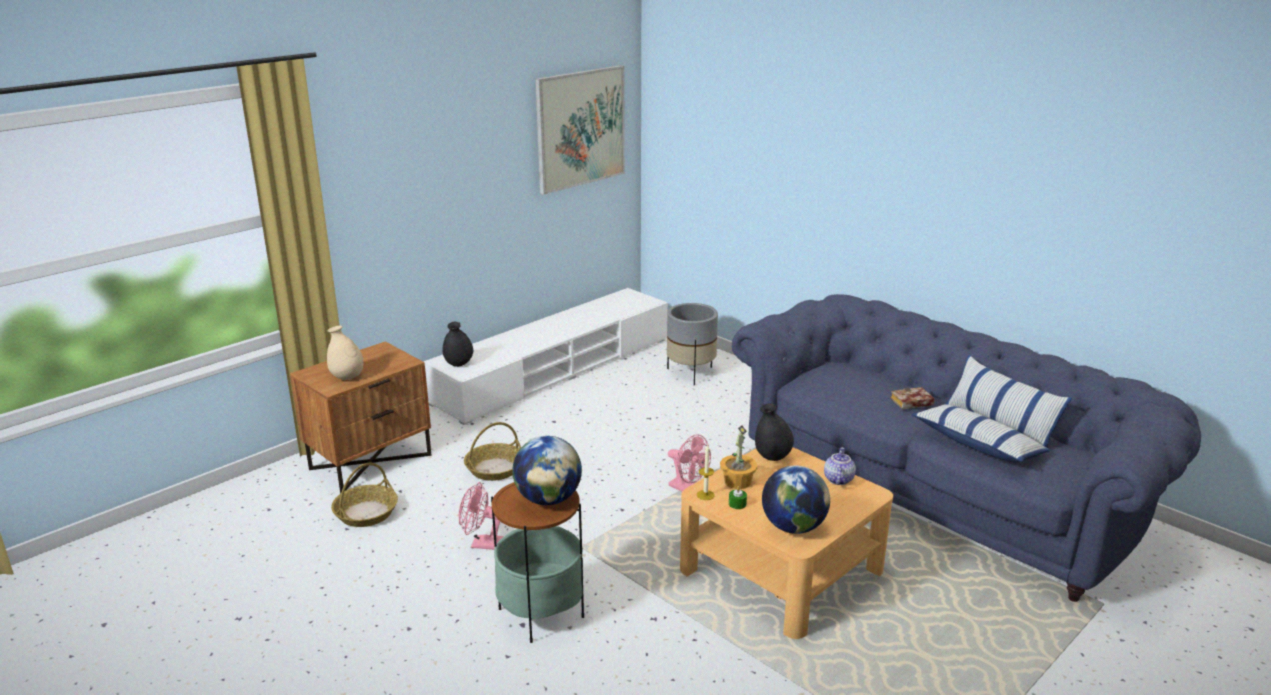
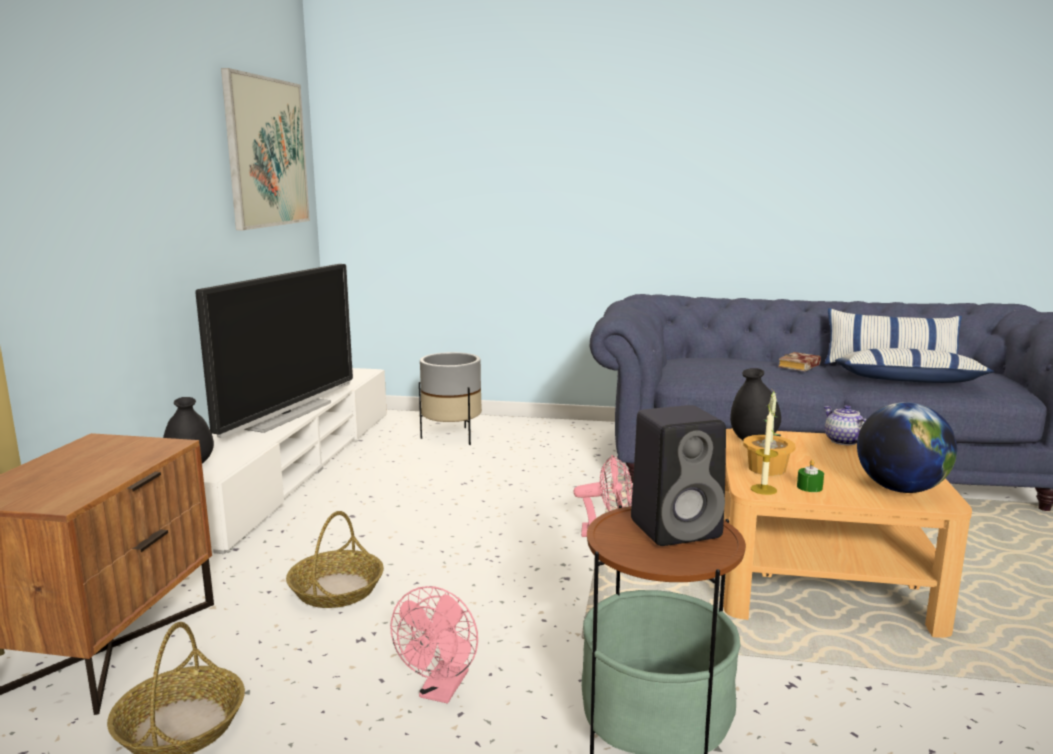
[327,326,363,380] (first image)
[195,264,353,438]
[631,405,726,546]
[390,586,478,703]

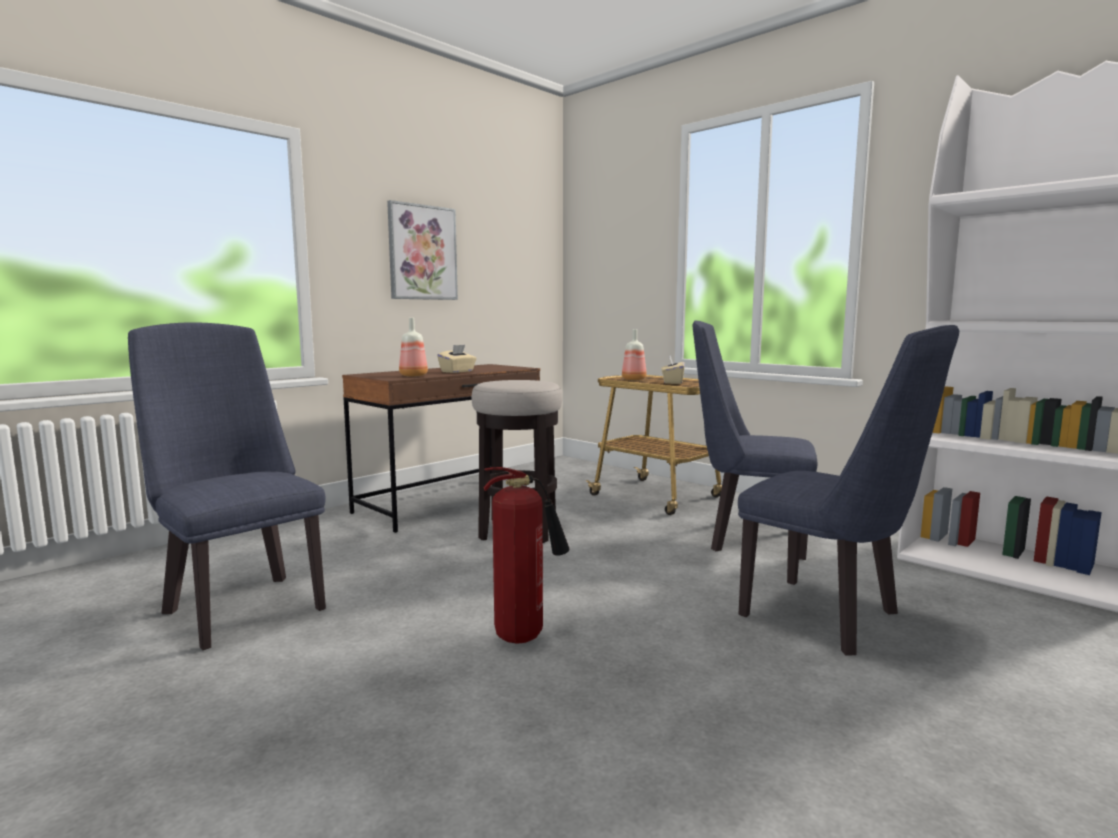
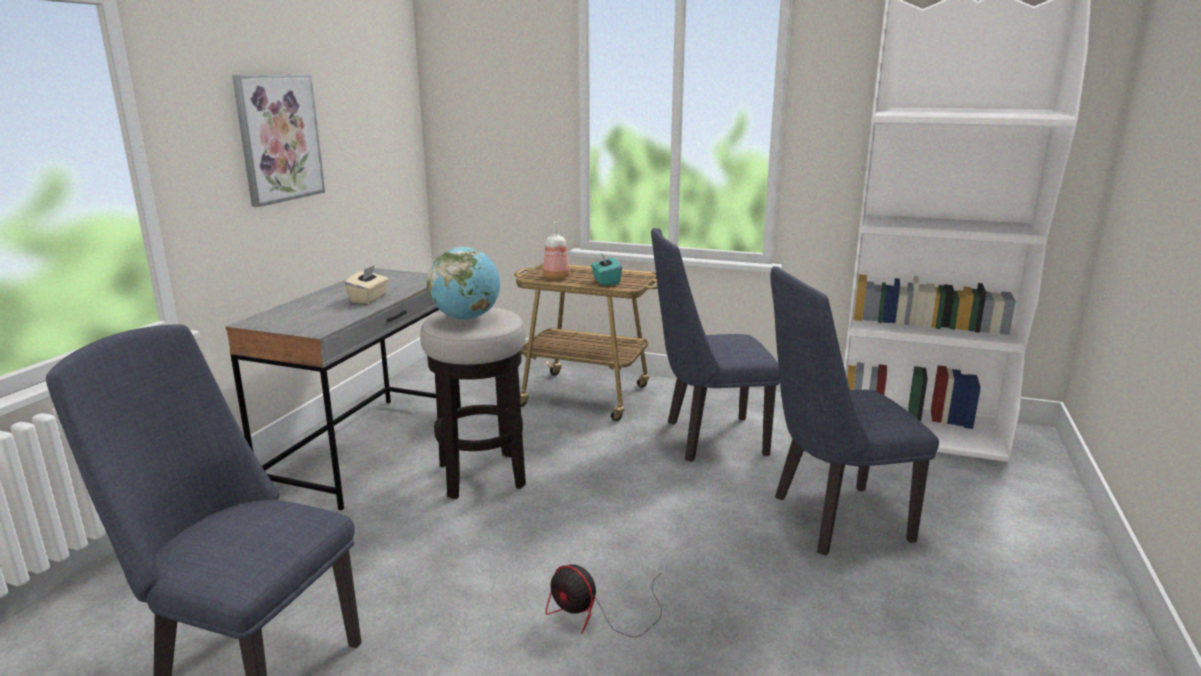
[399,318,428,377] (first image)
[427,247,500,320]
[545,565,662,637]
[226,268,461,511]
[591,253,622,286]
[770,266,939,556]

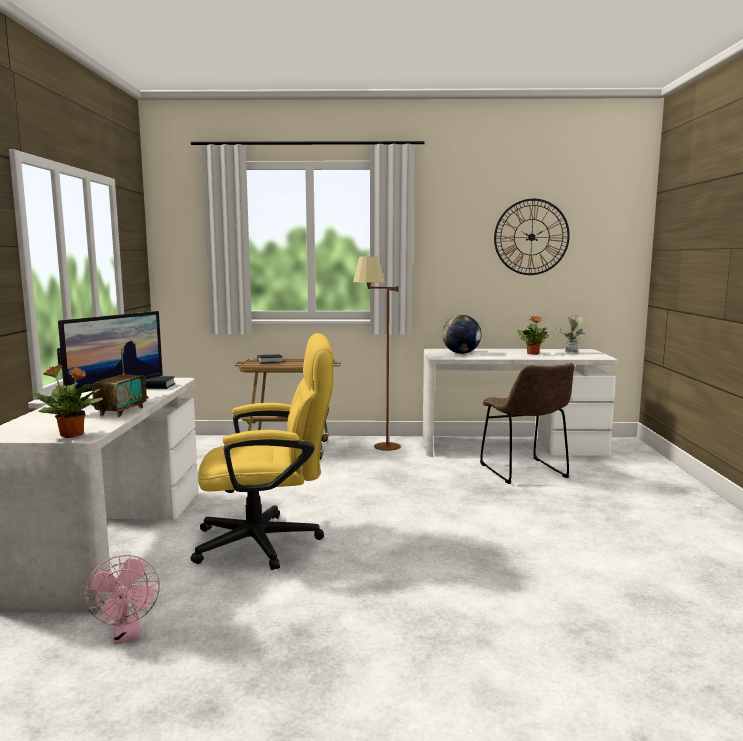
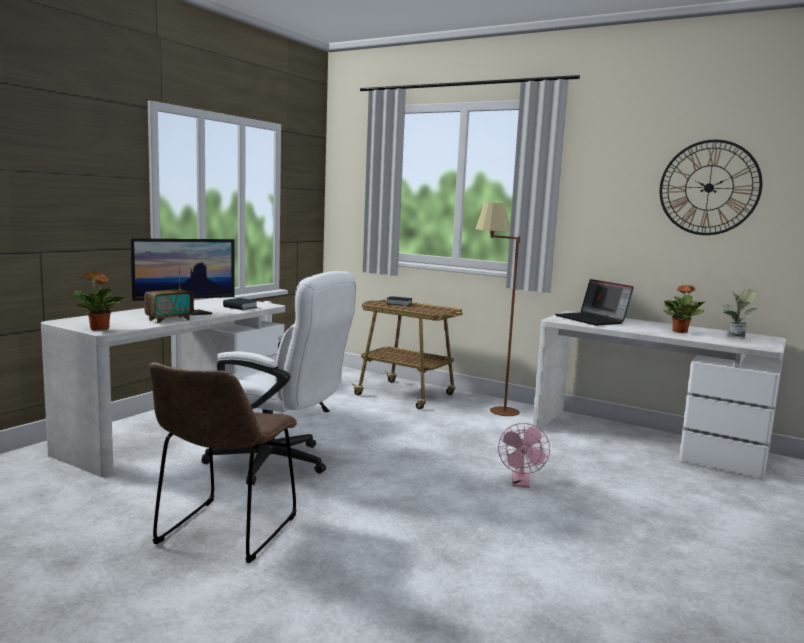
[498,423,550,488]
[149,362,297,563]
[555,279,634,326]
[202,271,356,485]

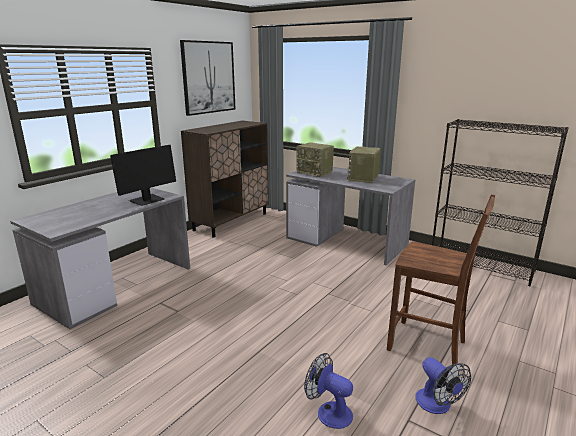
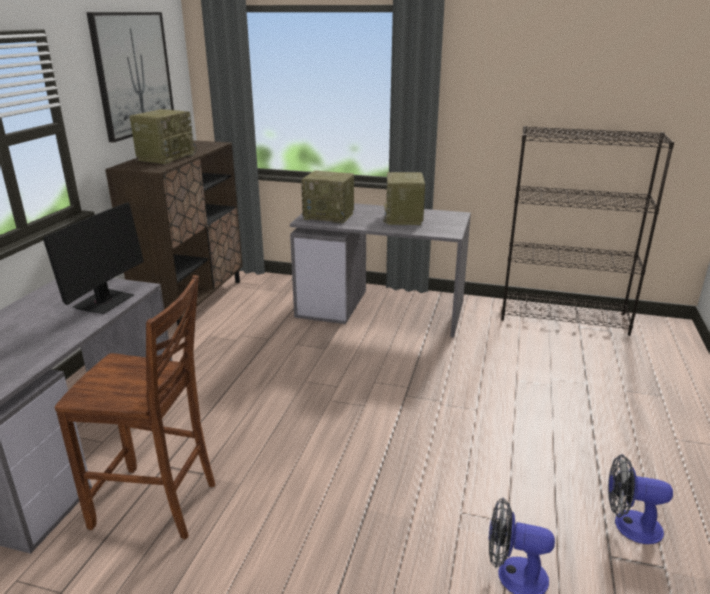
[130,109,197,164]
[55,275,215,540]
[608,454,673,544]

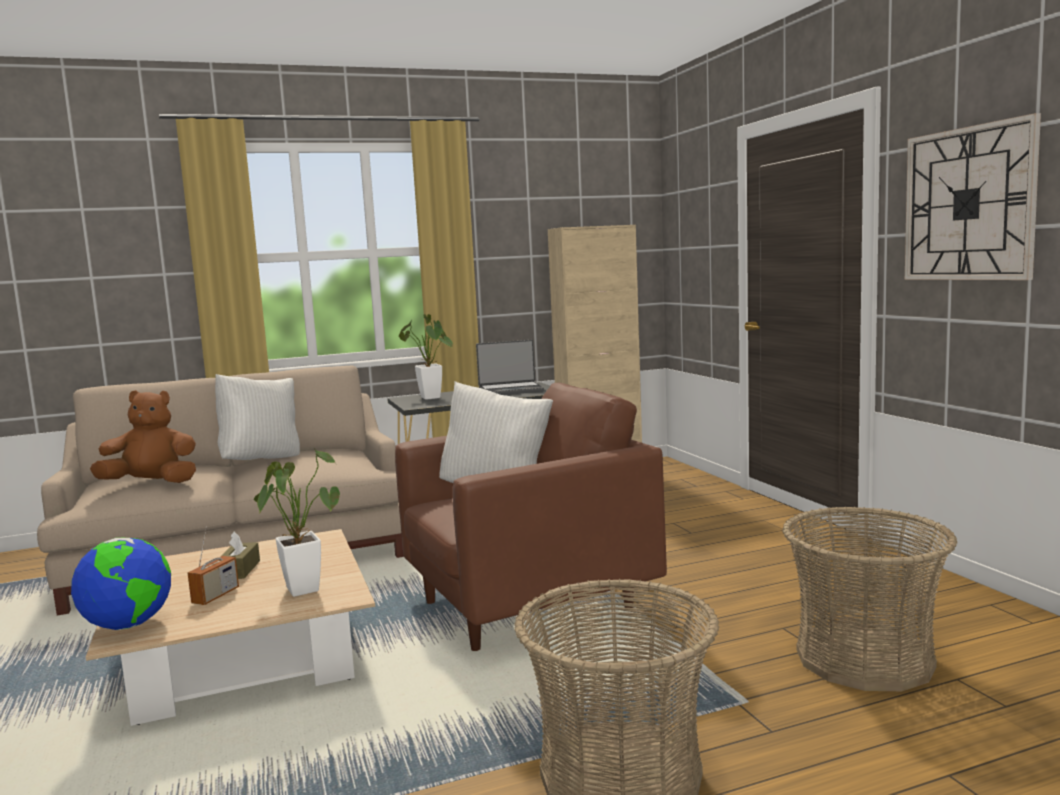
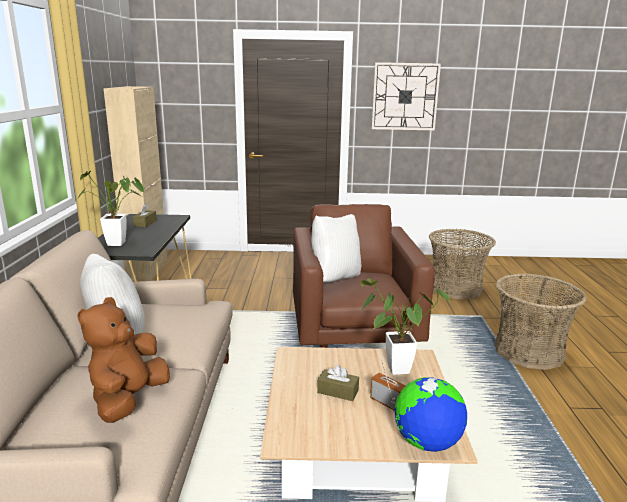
[133,204,157,227]

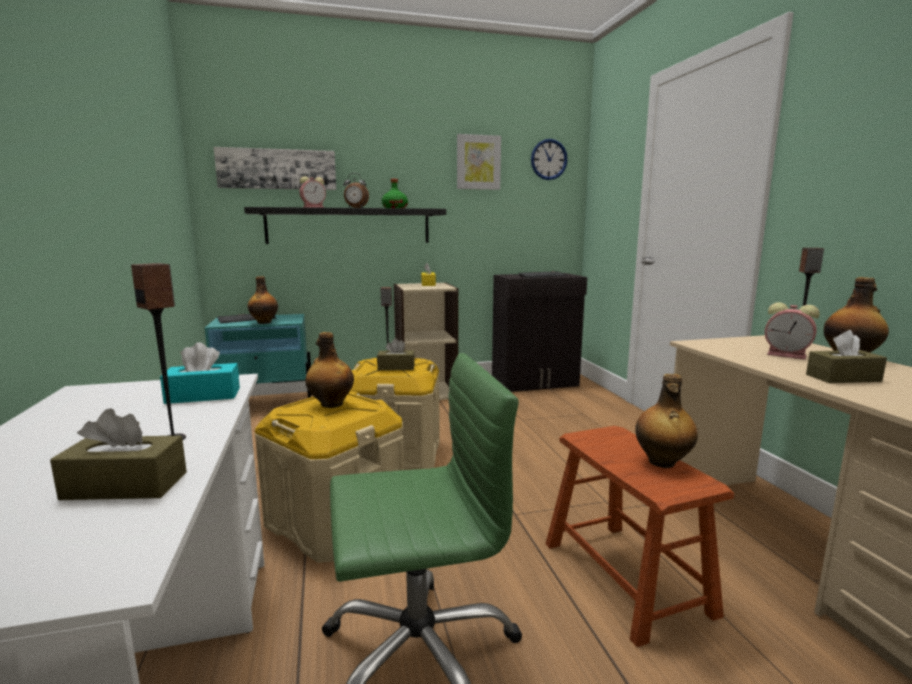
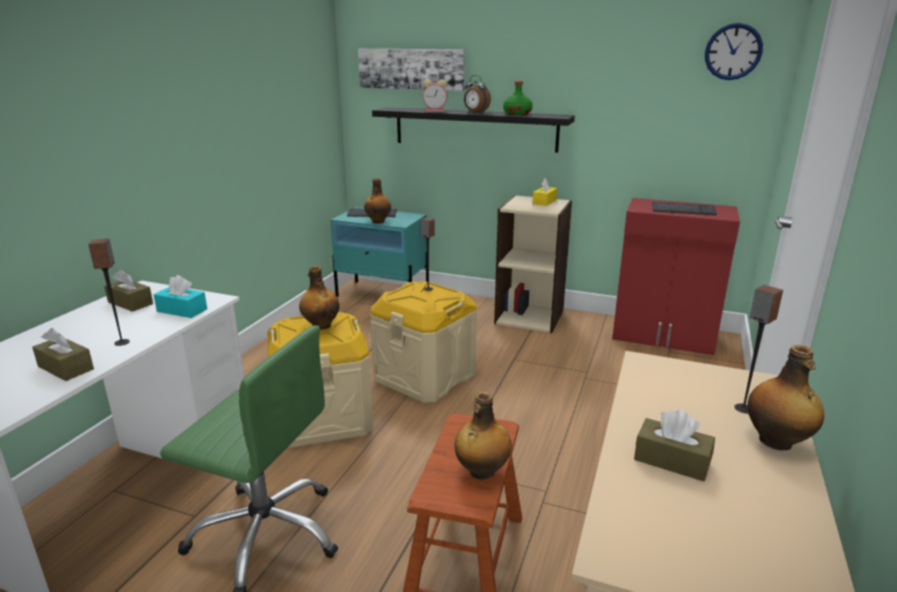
[457,134,501,190] (first image)
[765,302,820,359] (first image)
[104,270,153,312]
[612,198,740,355]

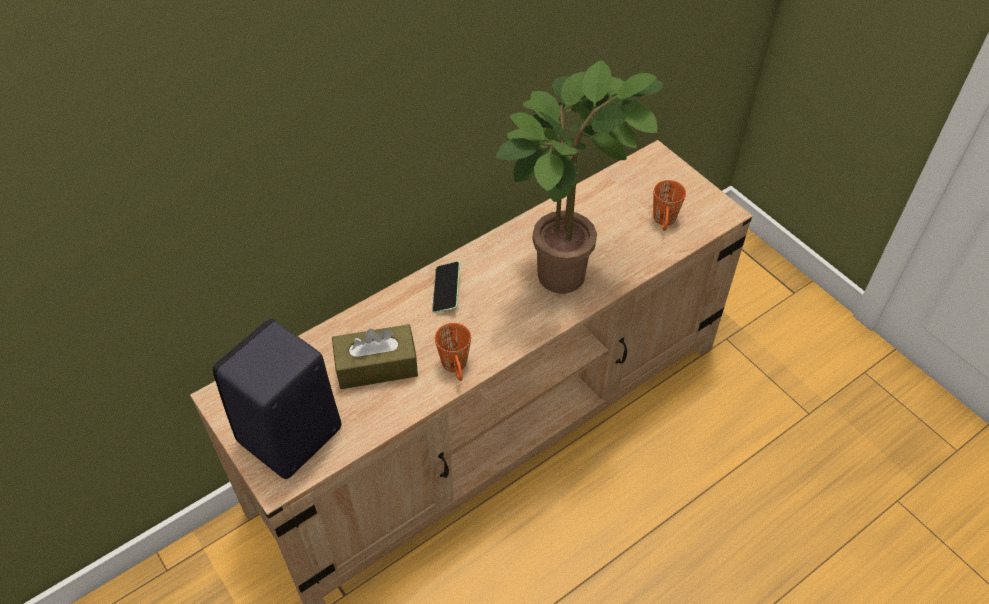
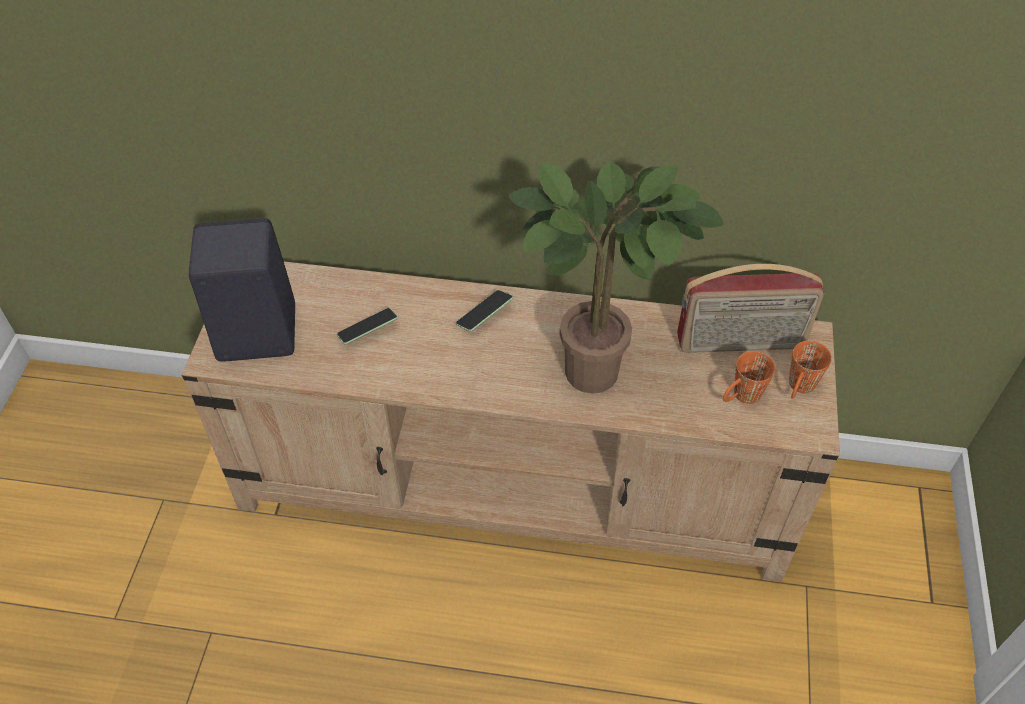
[677,264,824,353]
[789,341,832,399]
[337,308,398,345]

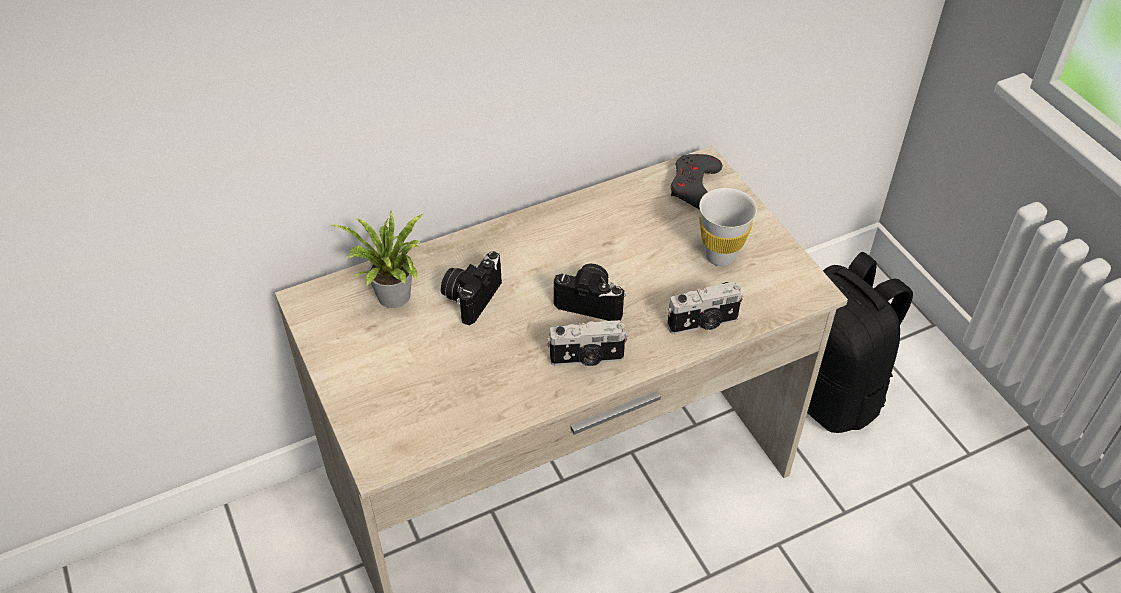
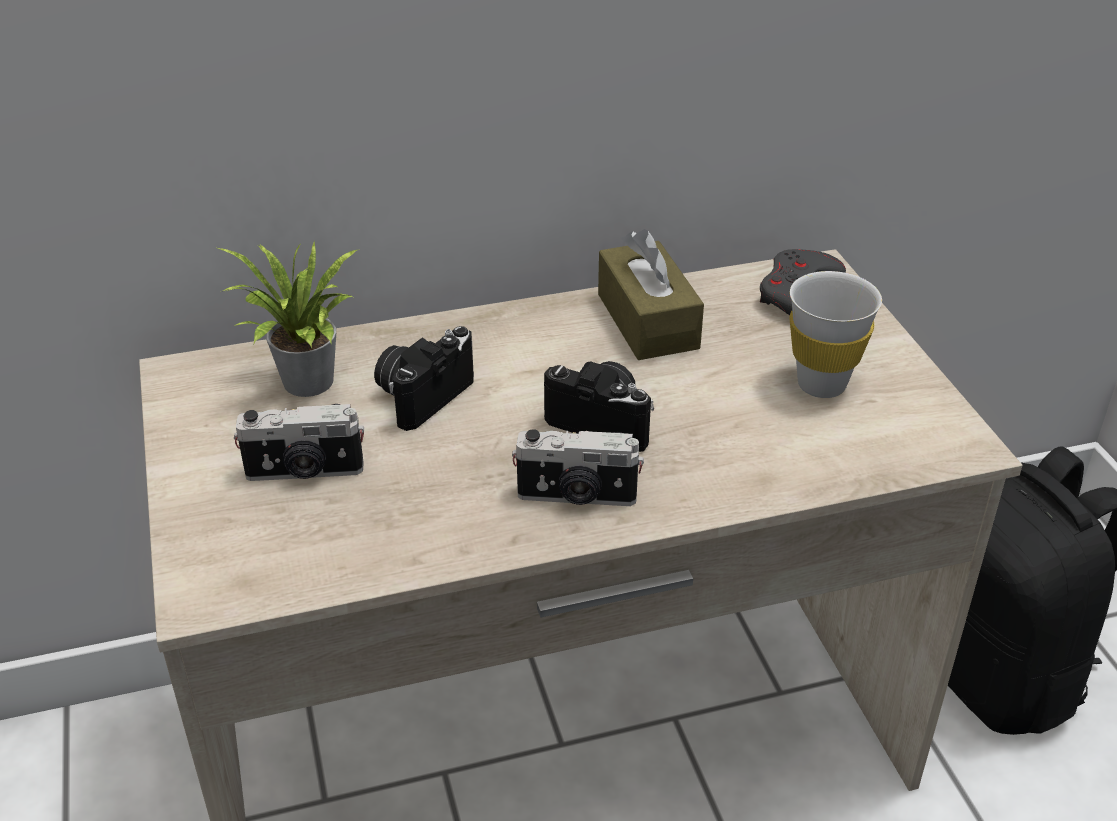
[598,229,704,360]
[234,404,364,481]

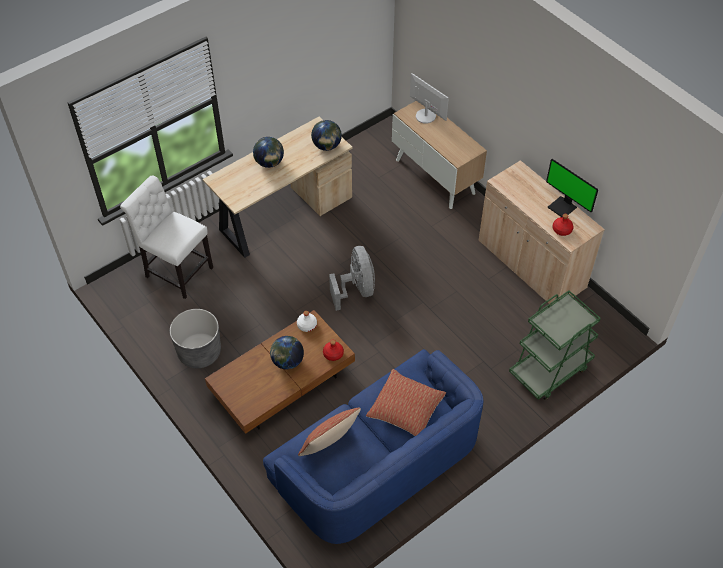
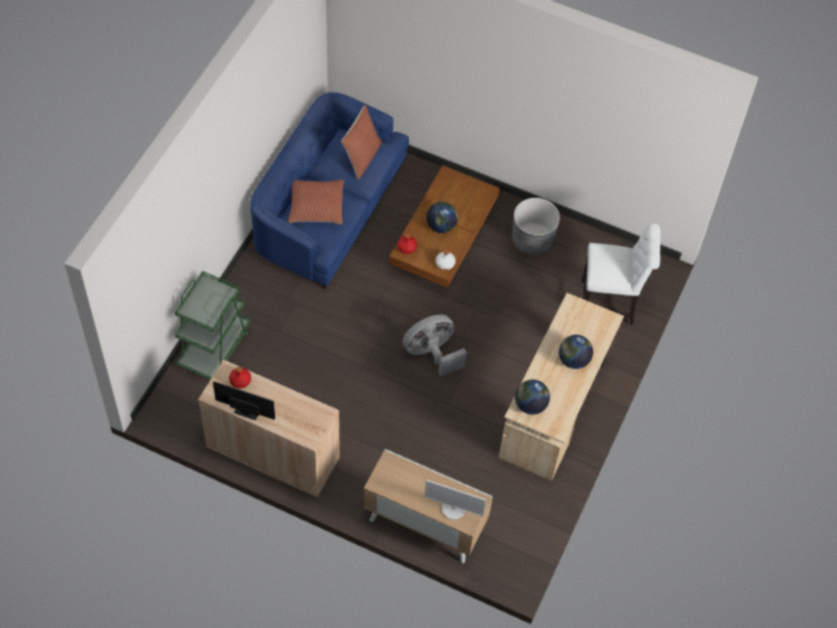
[403,315,467,376]

